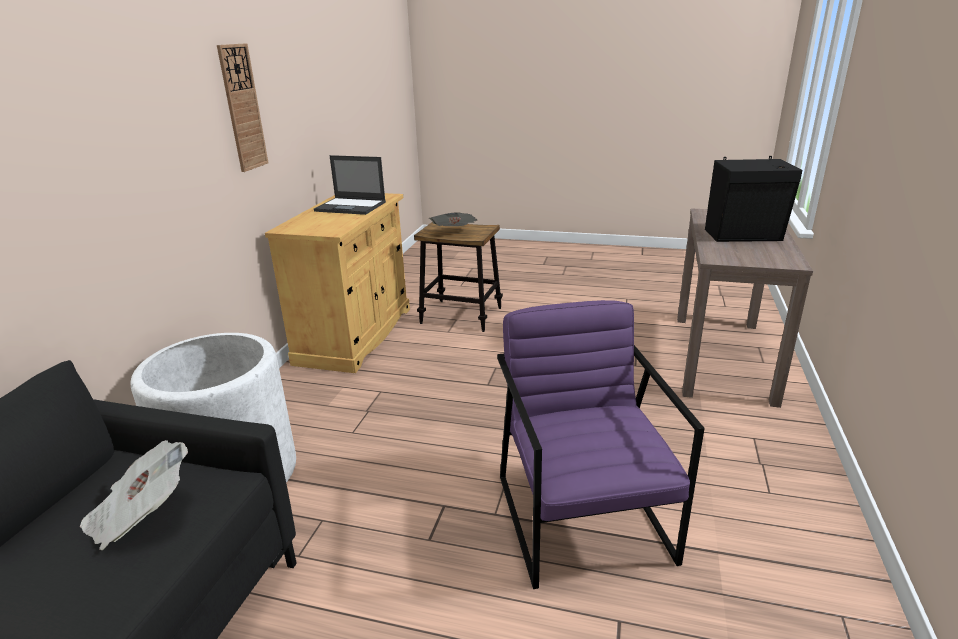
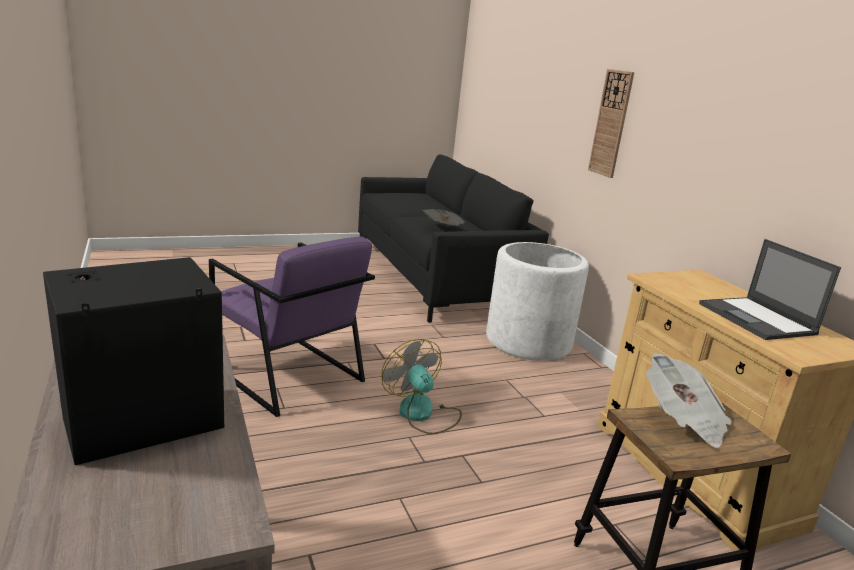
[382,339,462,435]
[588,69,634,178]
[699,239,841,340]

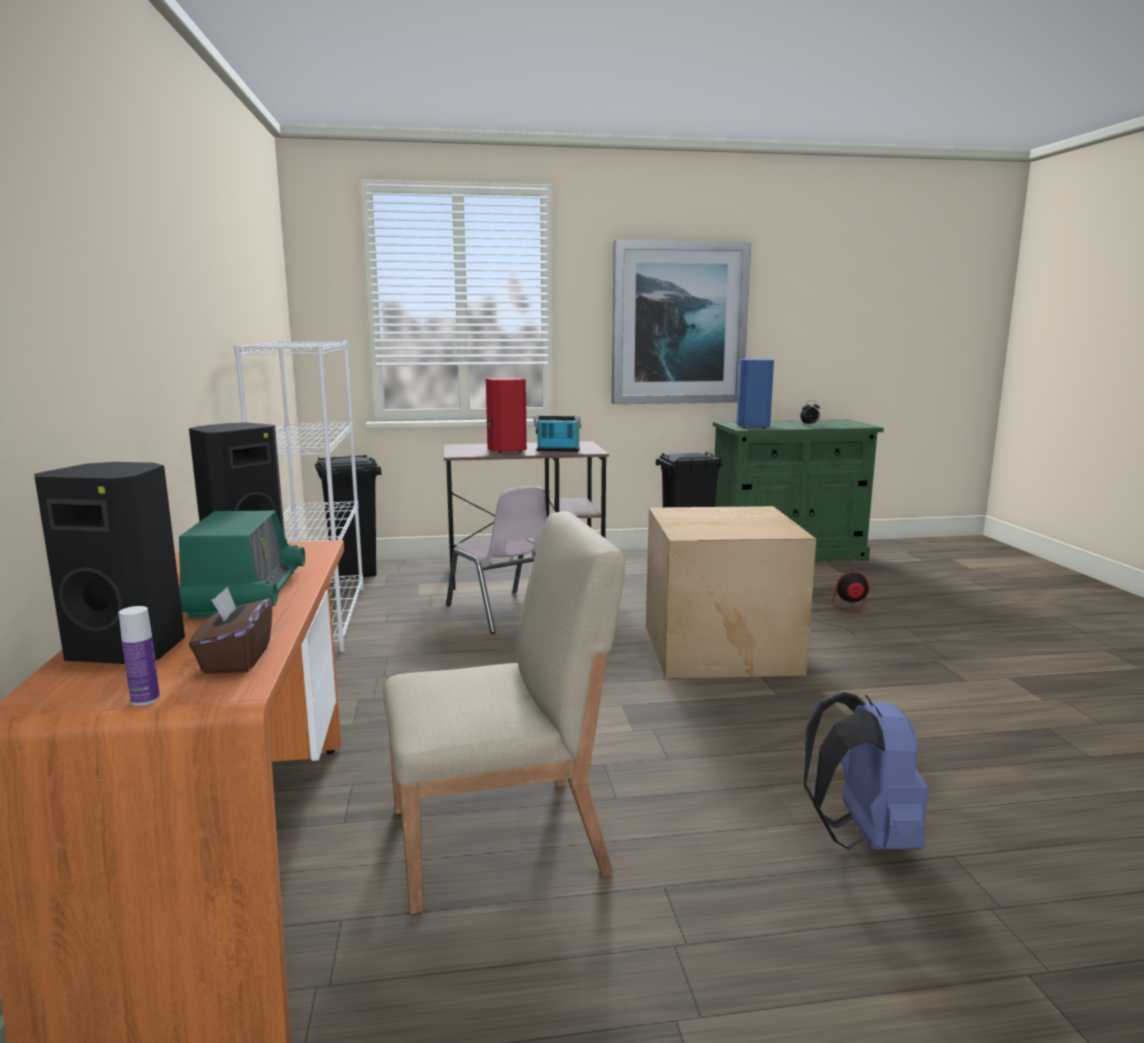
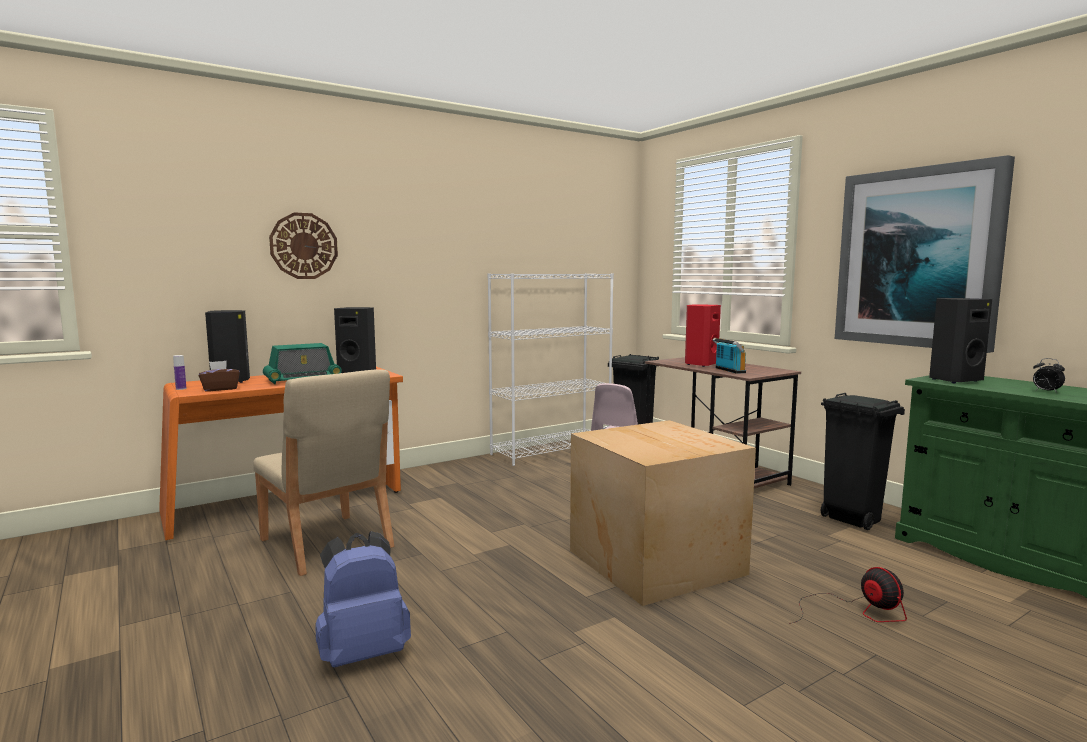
[269,212,338,279]
[929,298,992,383]

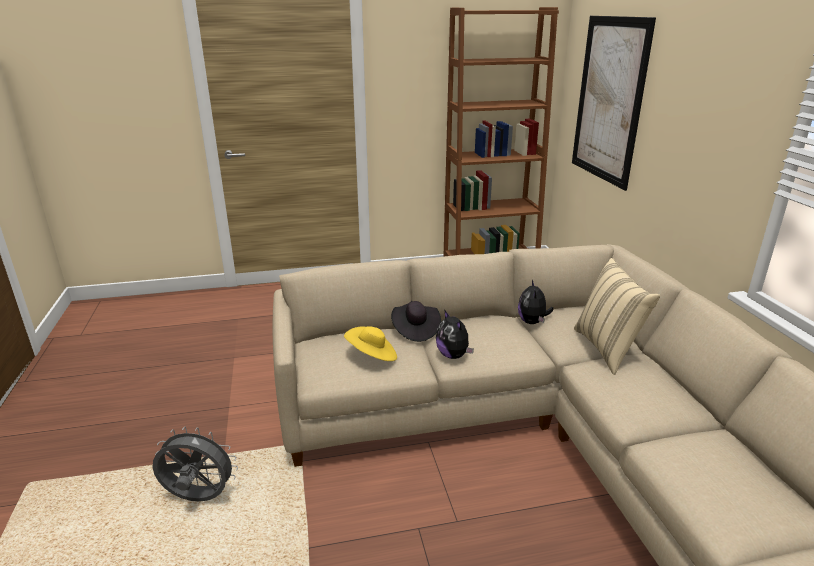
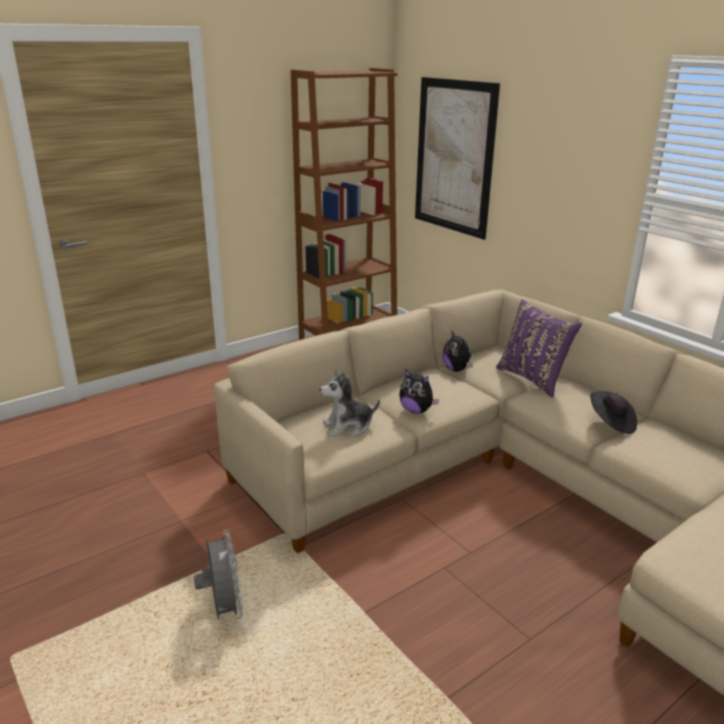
[590,391,637,434]
[320,370,380,437]
[496,300,582,397]
[194,530,243,619]

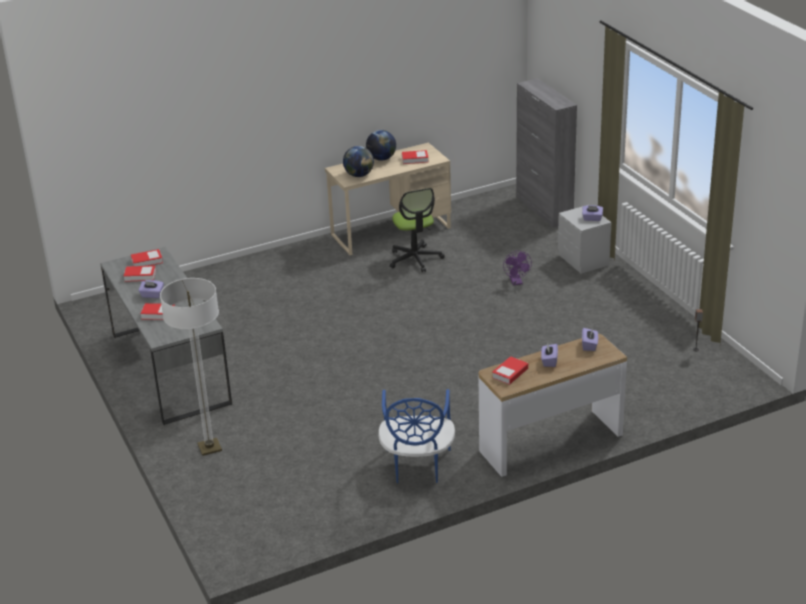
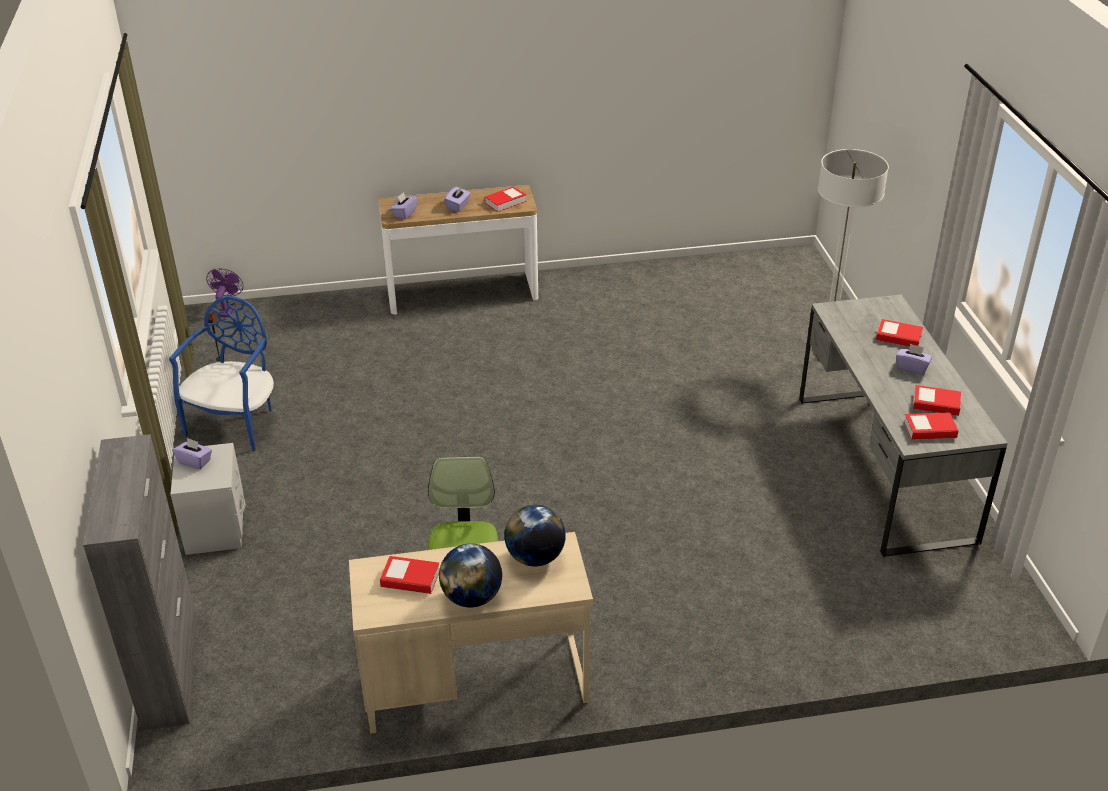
[169,296,274,451]
[206,268,243,317]

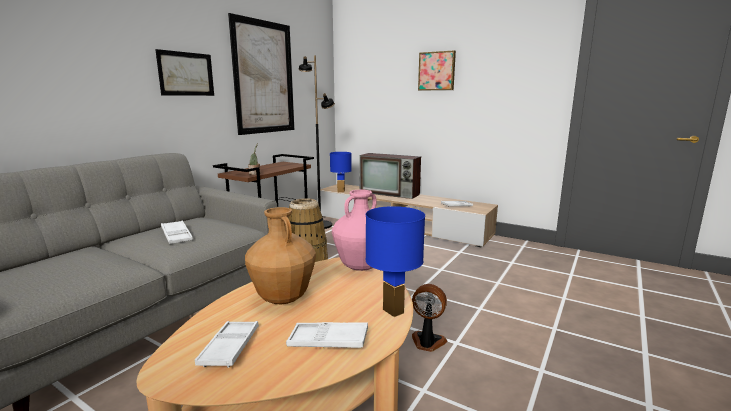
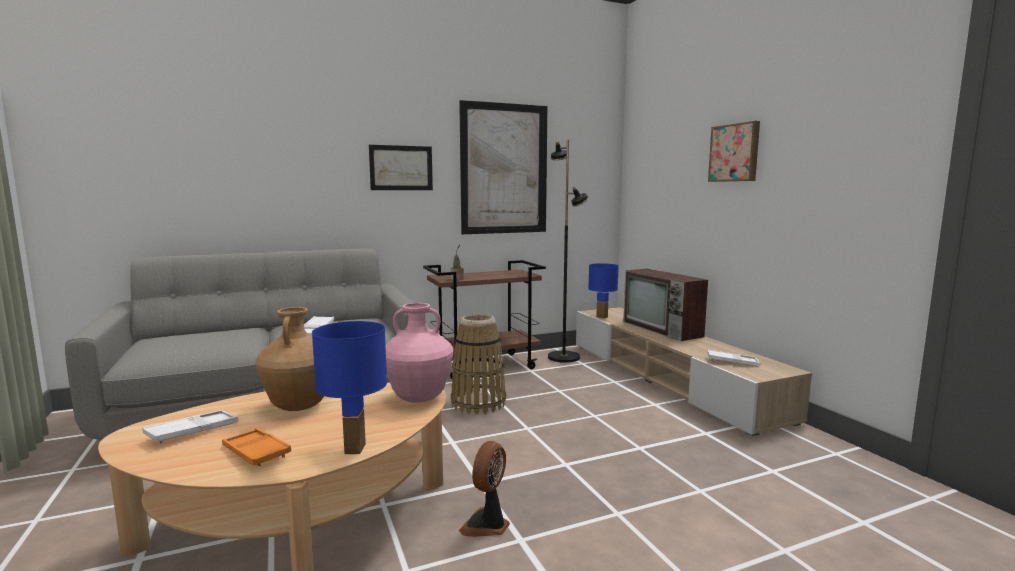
[222,428,291,466]
[459,441,510,537]

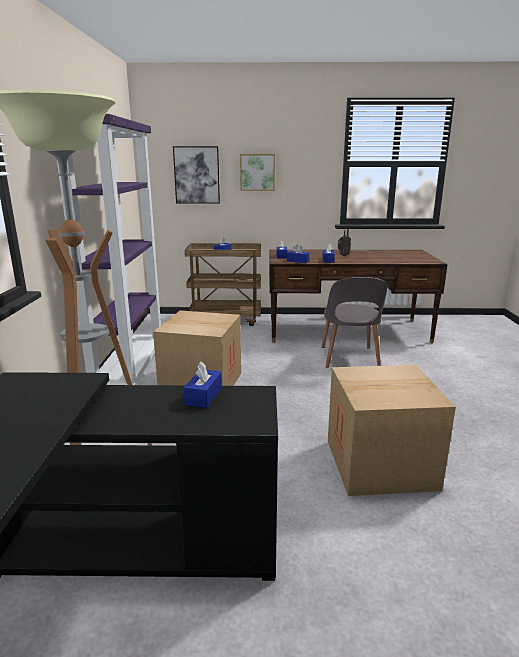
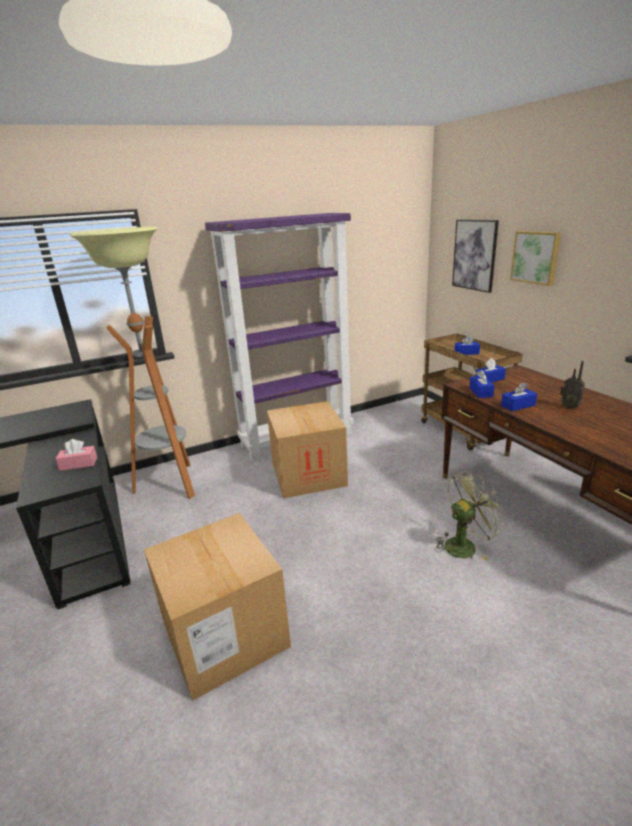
[435,471,506,561]
[56,439,97,471]

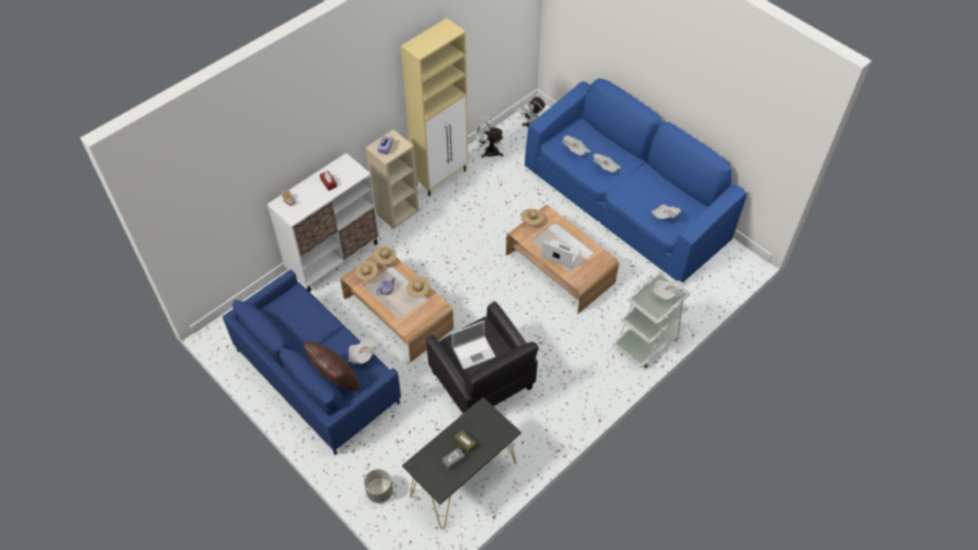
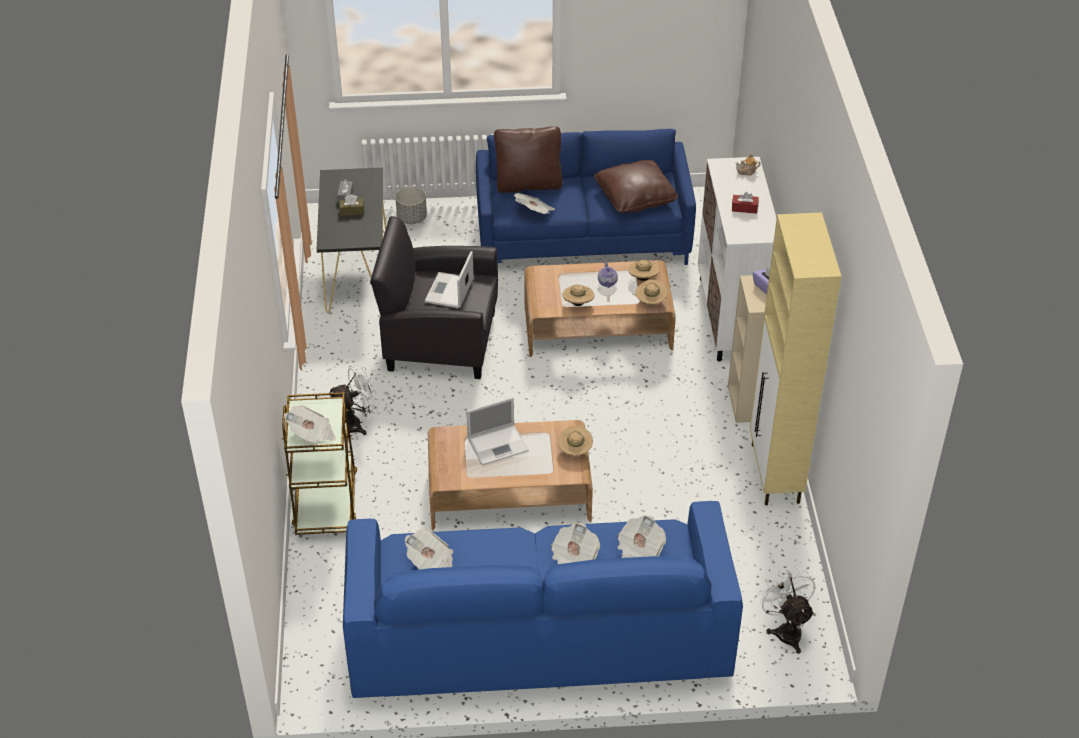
[594,160,678,213]
[329,365,378,435]
[282,392,357,535]

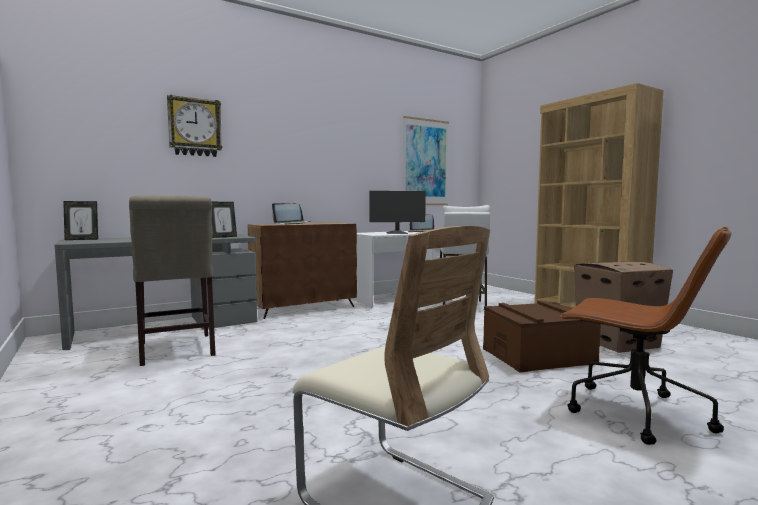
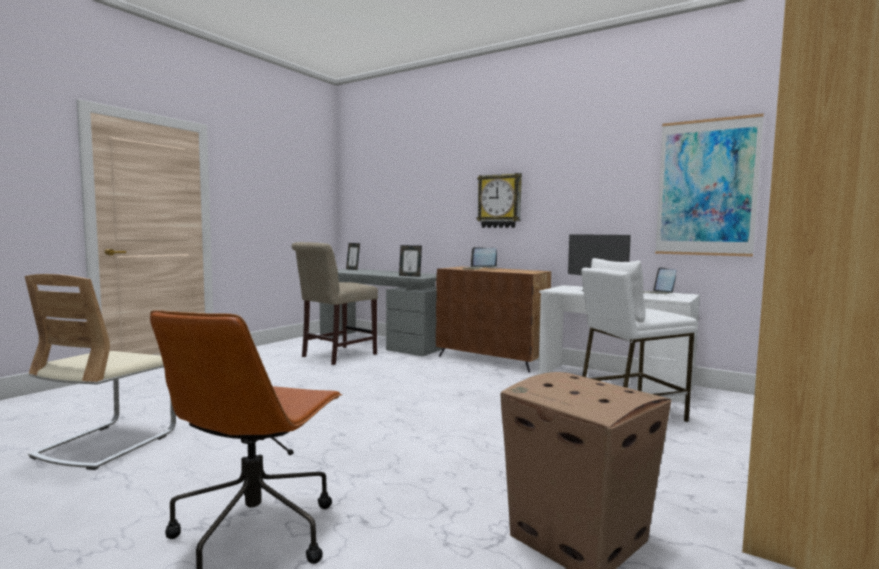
[483,300,601,372] (first image)
[477,173,522,228]

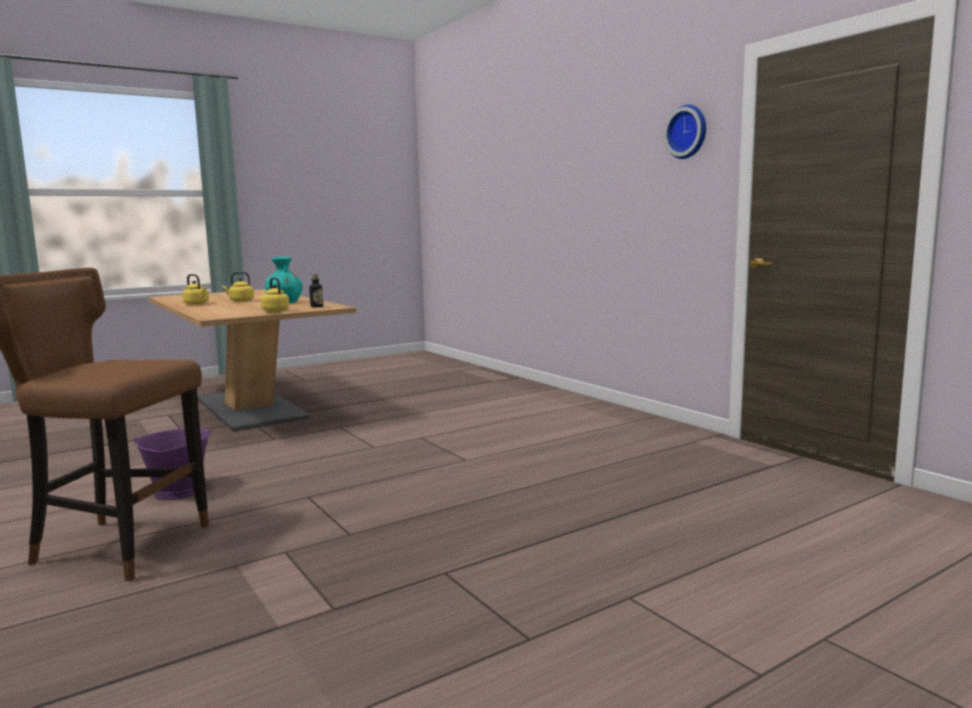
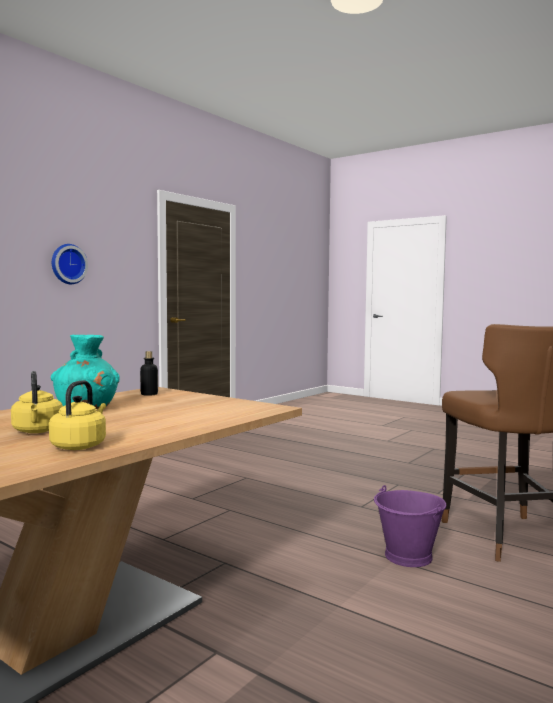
[261,277,289,312] (first image)
[52,244,88,284]

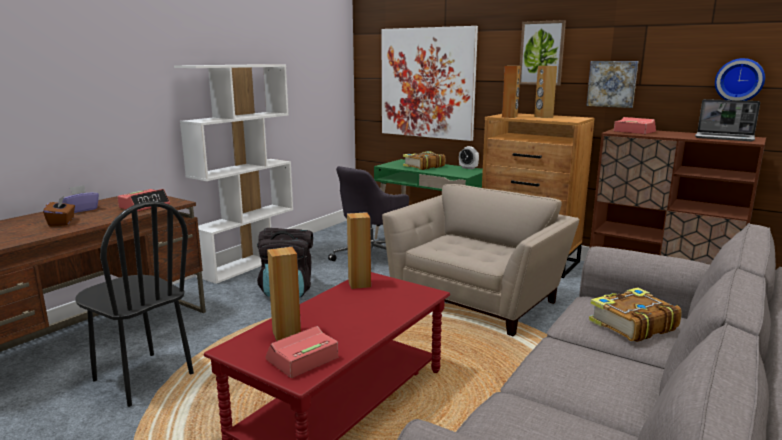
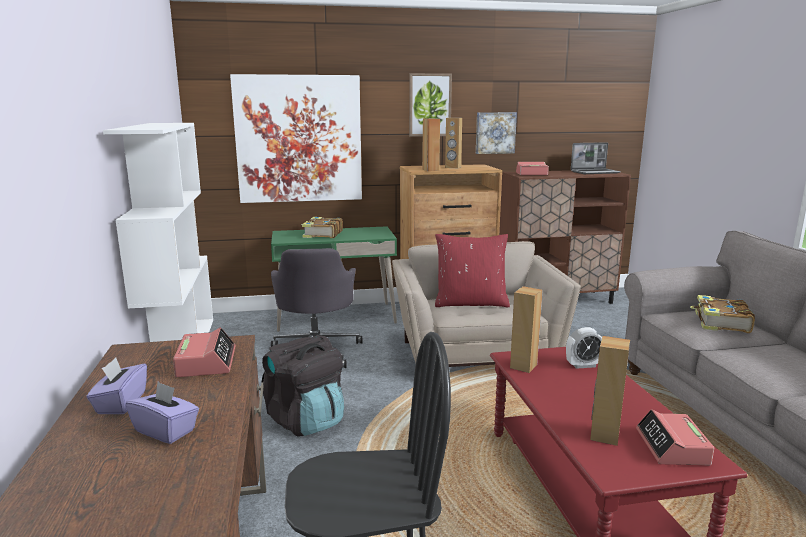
[715,58,765,101] (first image)
[435,234,510,307]
[566,327,602,369]
[125,382,199,444]

